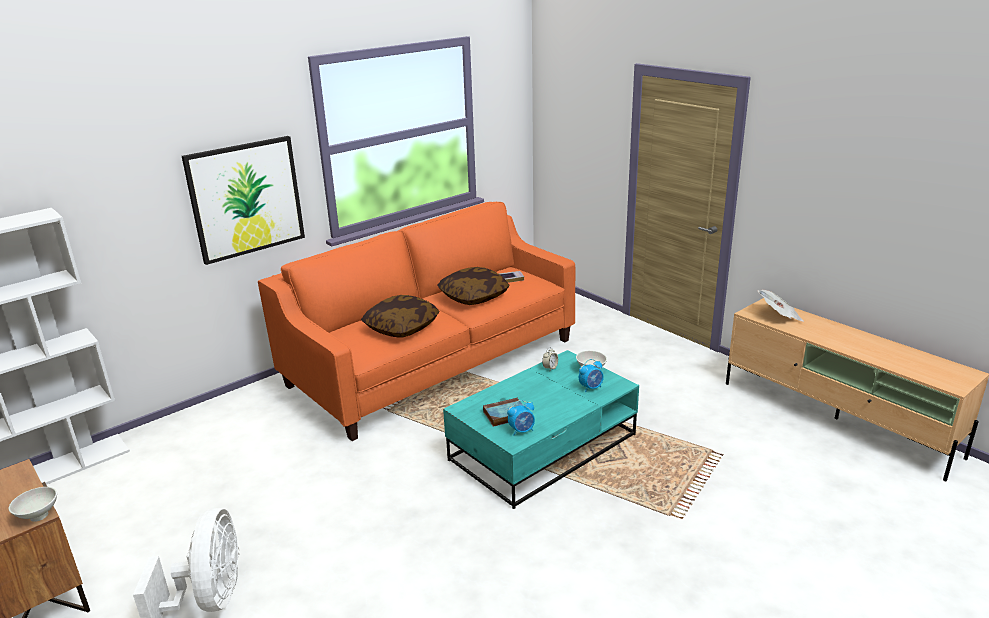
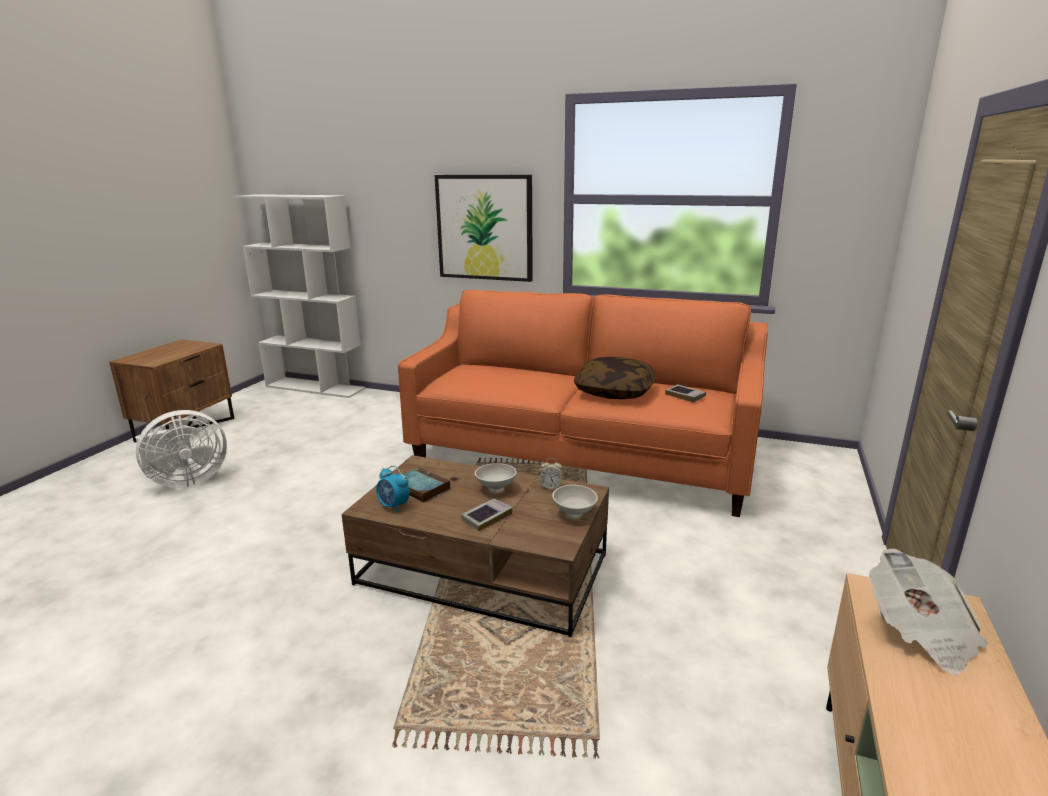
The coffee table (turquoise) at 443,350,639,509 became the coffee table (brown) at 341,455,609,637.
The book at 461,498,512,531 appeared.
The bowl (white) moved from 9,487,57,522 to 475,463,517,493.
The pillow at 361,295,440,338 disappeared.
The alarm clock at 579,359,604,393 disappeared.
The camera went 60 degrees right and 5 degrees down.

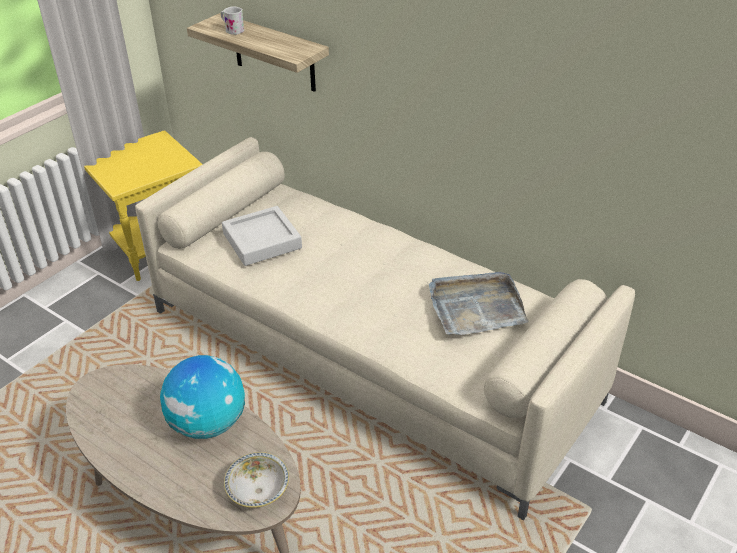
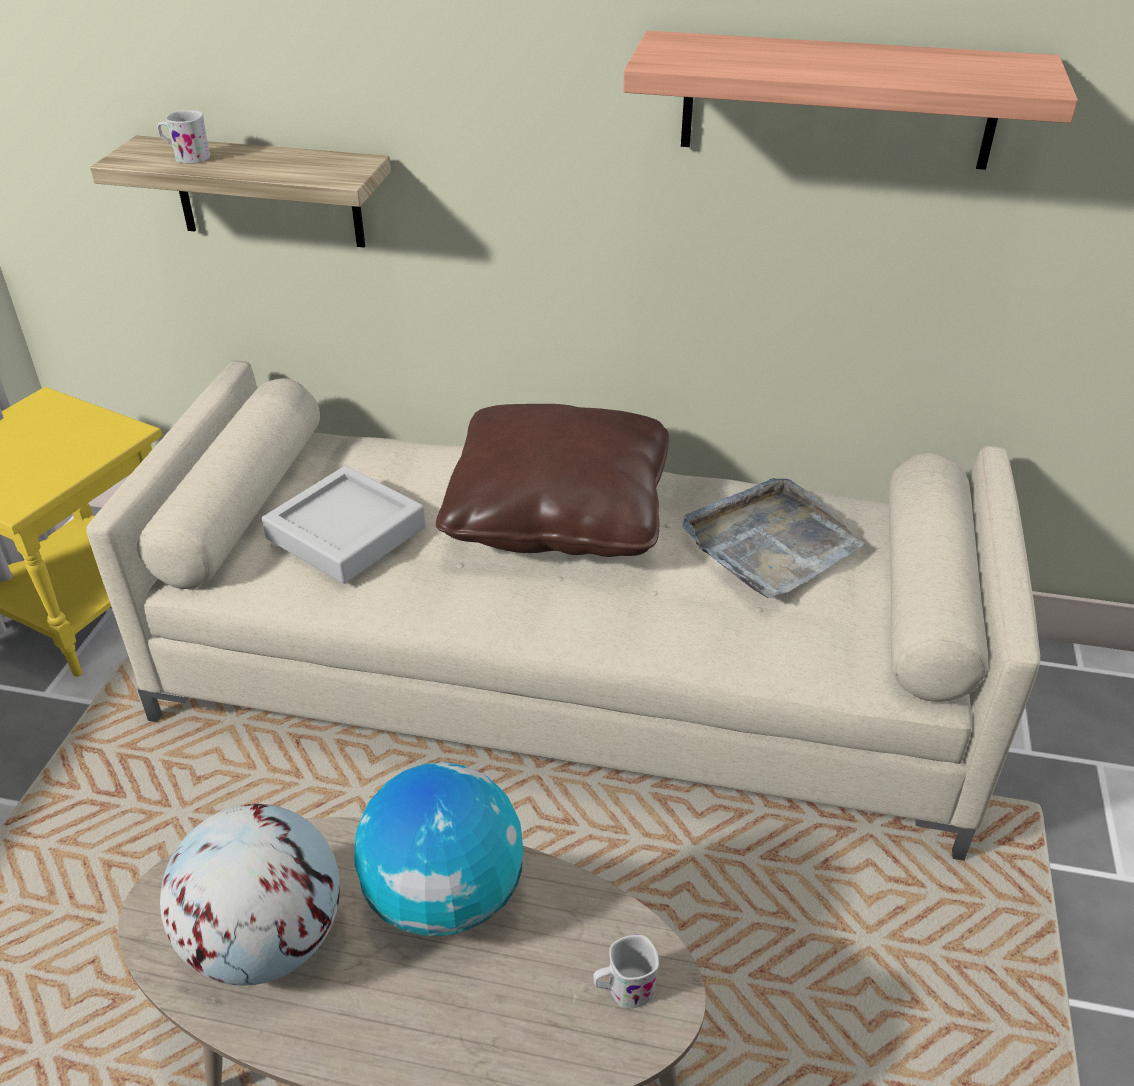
The globe at 160,804,340,986 appeared.
The pillow (brown) at 436,404,669,557 appeared.
The bowl at 224,452,289,508 was replaced by the mug (white) at 593,935,659,1008.
The shelf at 623,31,1078,170 appeared.
The camera went 25 degrees left and 0 degrees up.

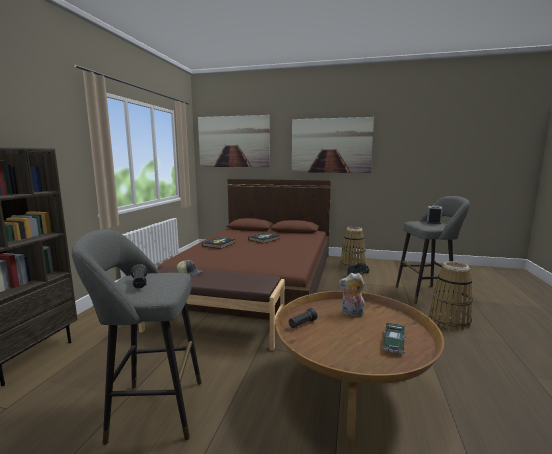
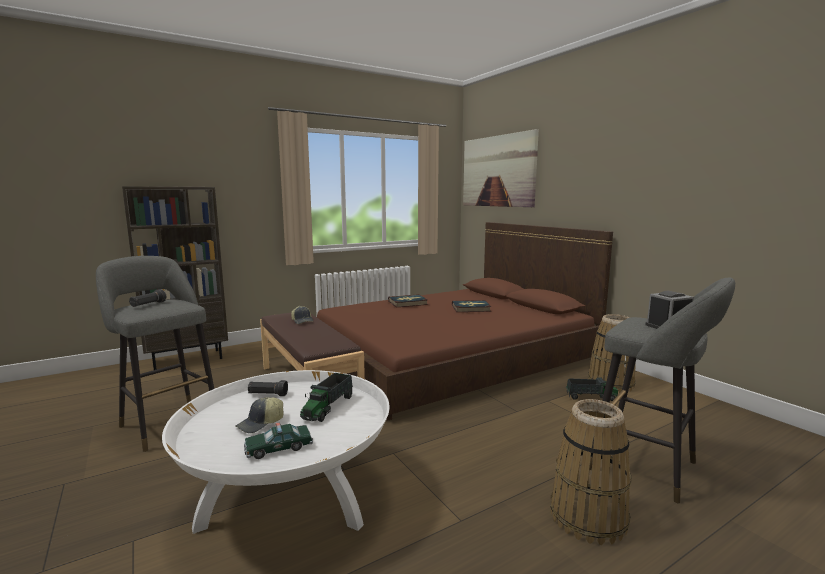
The coffee table (brown) at 275,291,444,445 became the coffee table (white) at 162,370,390,534.
The cap at 236,397,284,433 appeared.
The plush toy at 339,273,365,317 was replaced by the toy truck at 300,373,353,422.
The picture at 292,117,374,173 disappeared.
The camera went 45 degrees right and 0 degrees up.

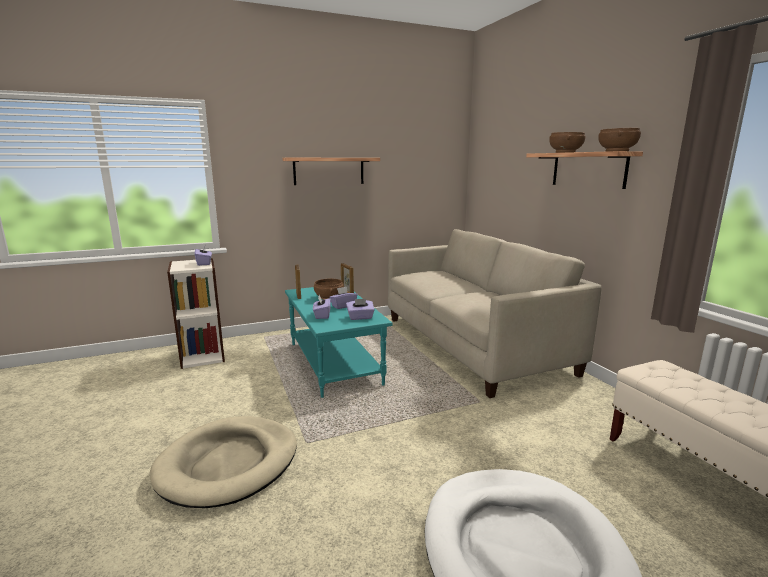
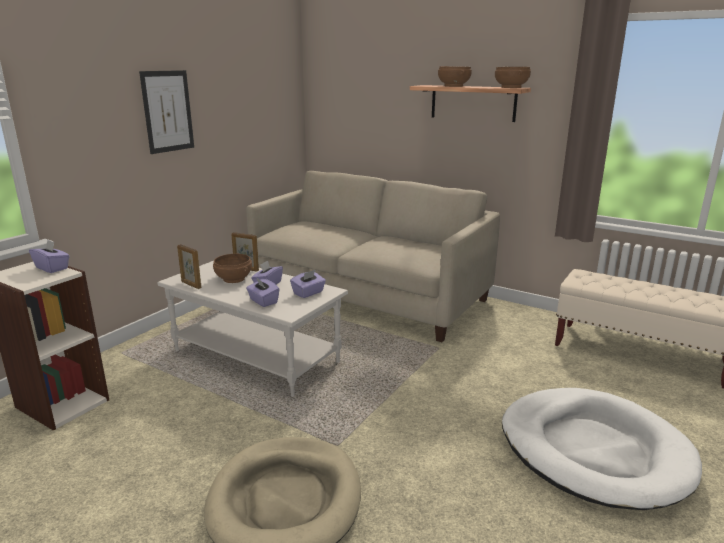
The shelf at 283,157,380,185 was replaced by the picture at 139,70,194,154.
The coffee table (turquoise) at 285,287,392,398 became the coffee table (white) at 157,261,348,397.
The camera went 35 degrees left and 5 degrees up.

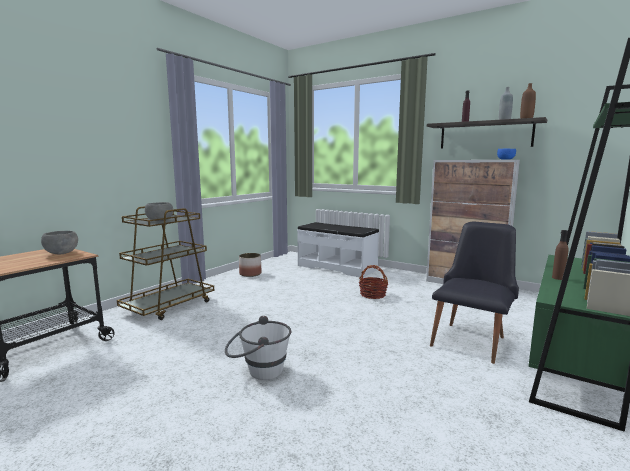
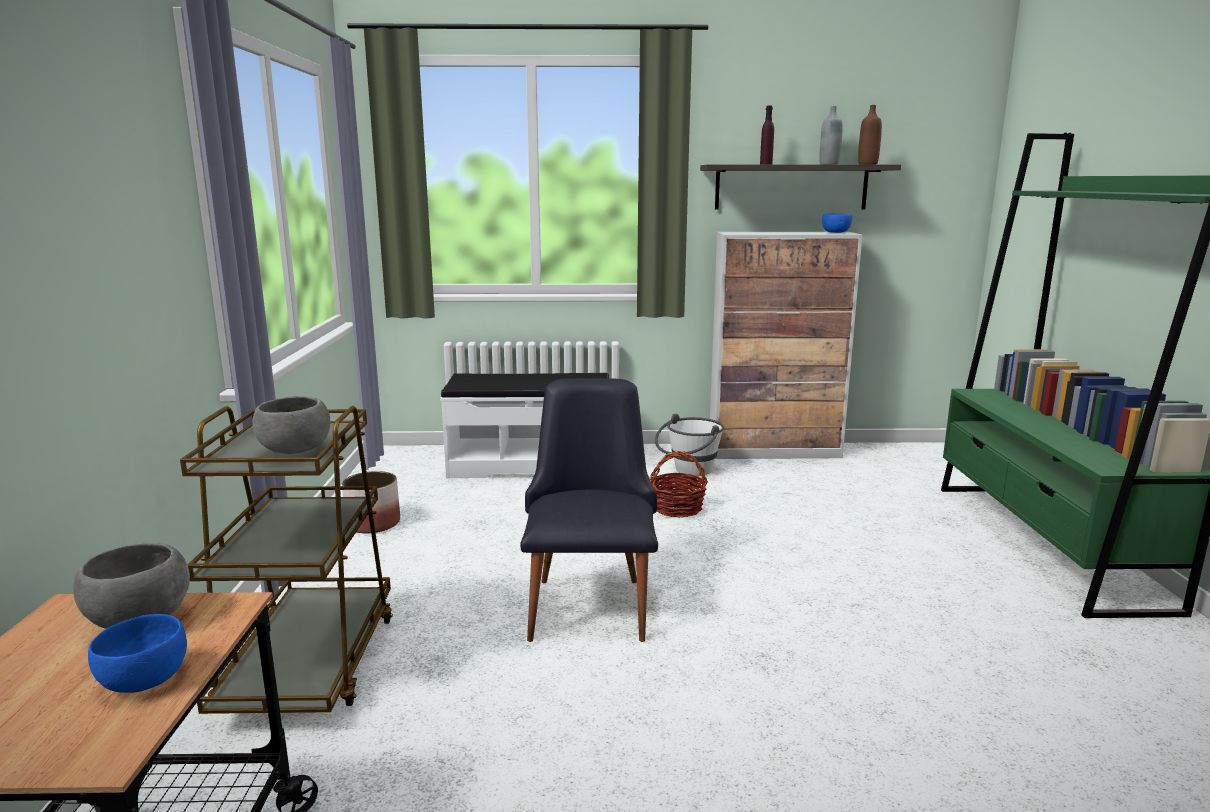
The bowl (blue) at 88,614,187,693 appeared.
The chair (black) moved from 430,222,519,364 to 520,378,658,642.
The bucket (white) moved from 225,316,291,380 to 655,413,724,476.
The bottle (brown) at 552,230,568,280 disappeared.
The camera went 35 degrees left and 5 degrees up.

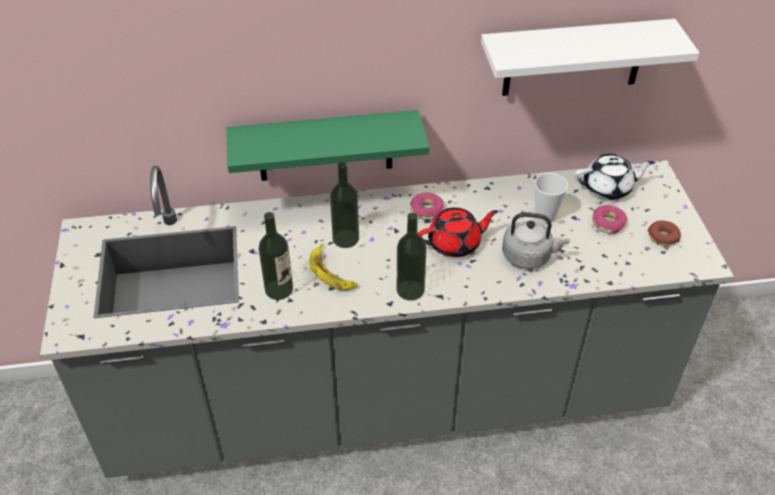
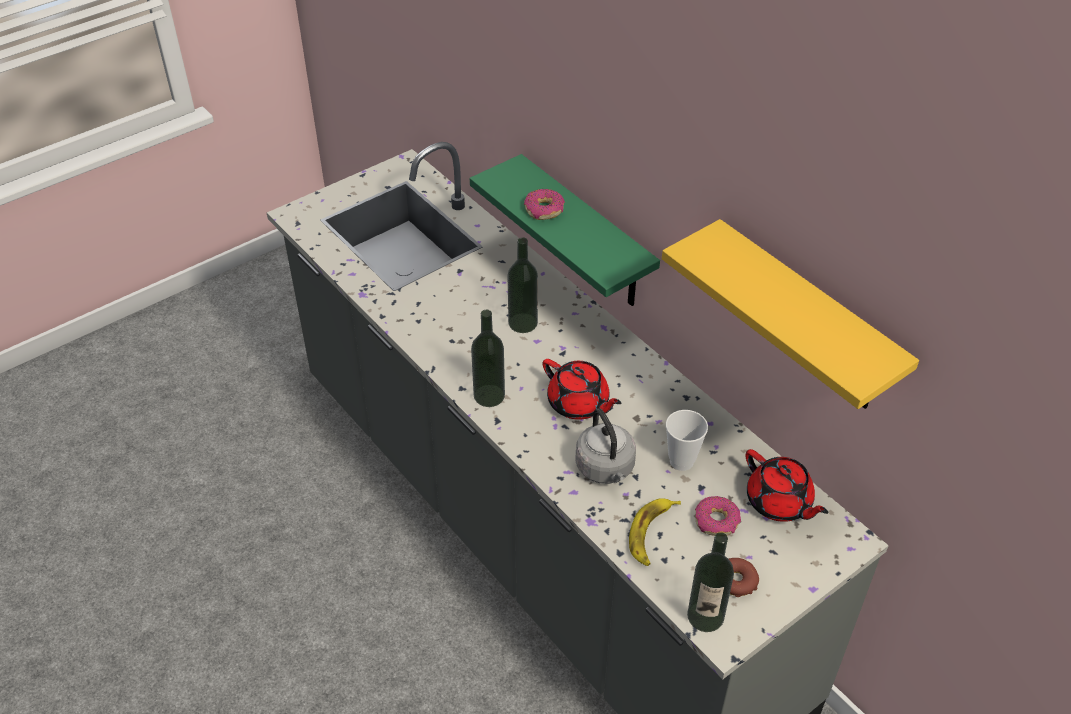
The donut moved from 410,193,444,220 to 524,189,565,220.
The banana moved from 310,243,358,290 to 629,498,681,566.
The shelf (white) at 481,19,700,96 became the shelf (yellow) at 662,219,919,409.
The bottle moved from 259,212,293,300 to 687,532,734,632.
The teapot (white) at 574,154,654,200 became the teapot (red) at 746,449,828,522.
The camera went 60 degrees right and 0 degrees up.

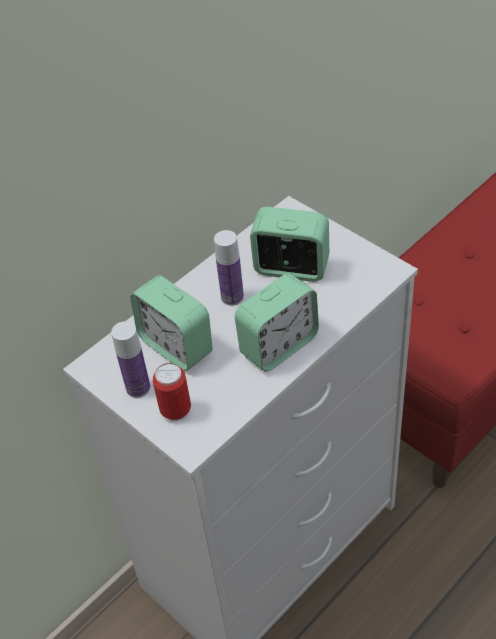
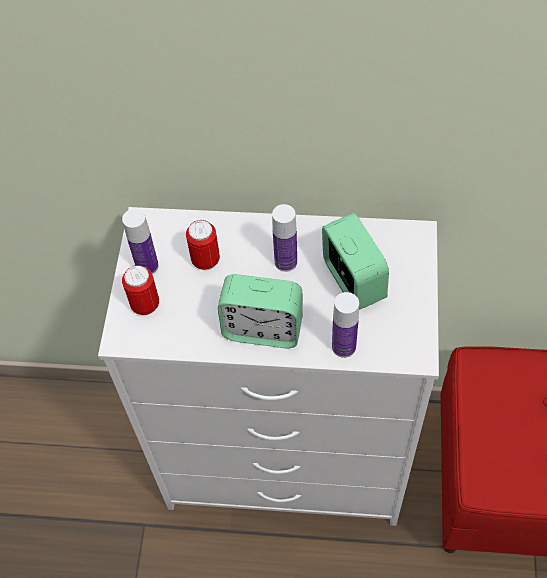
The alarm clock at 130,276,213,371 was replaced by the can at 186,220,220,270.
The bottle at 332,292,359,358 appeared.
The camera went 50 degrees right and 10 degrees up.

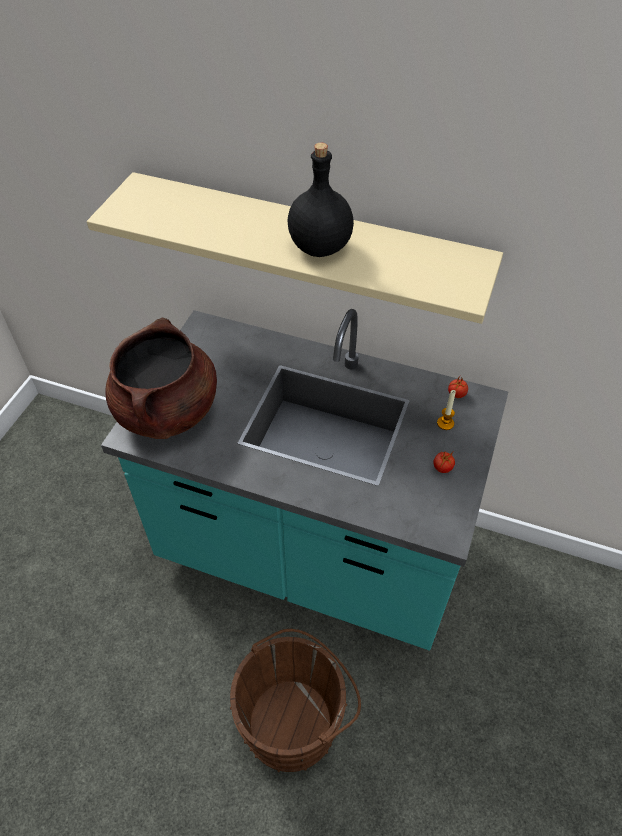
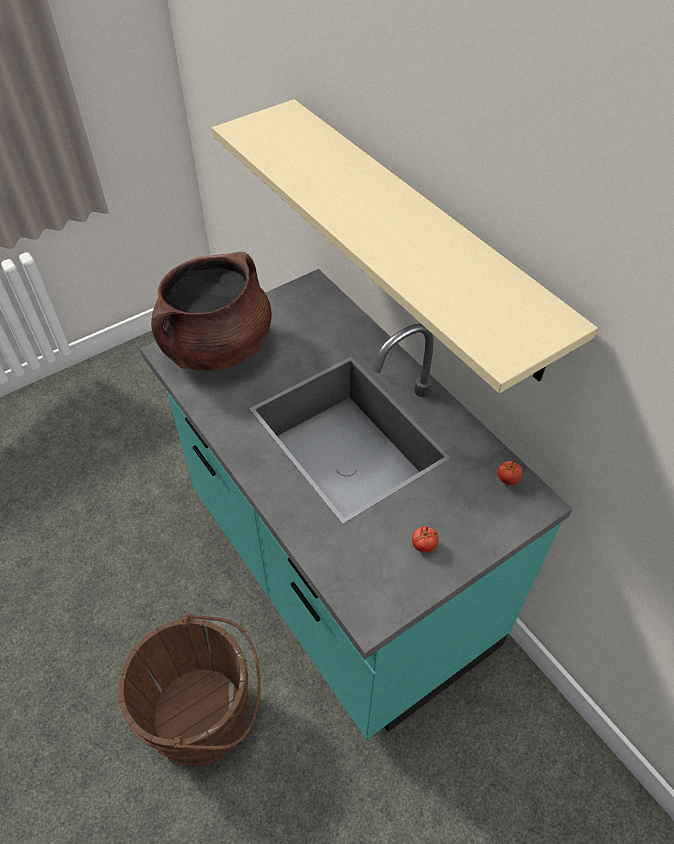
The bottle (black) at 288,143,354,257 disappeared.
The candle at 437,390,456,430 disappeared.
The camera went 35 degrees right and 0 degrees up.

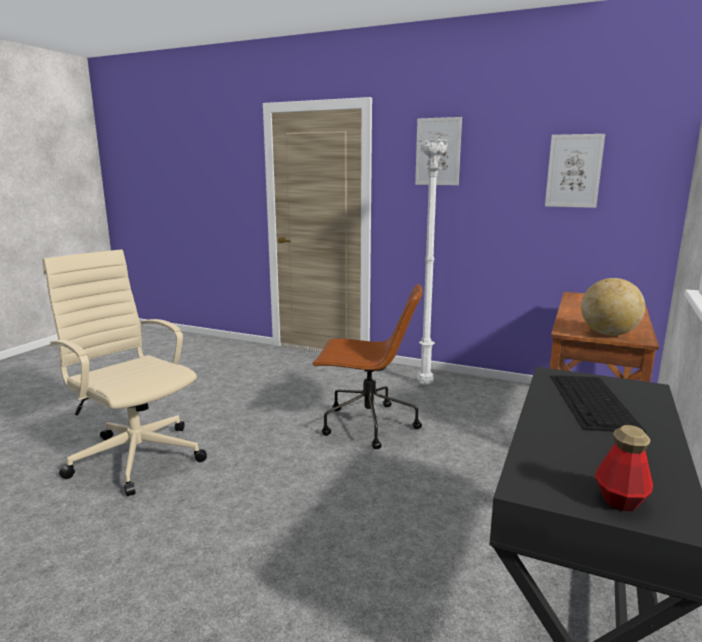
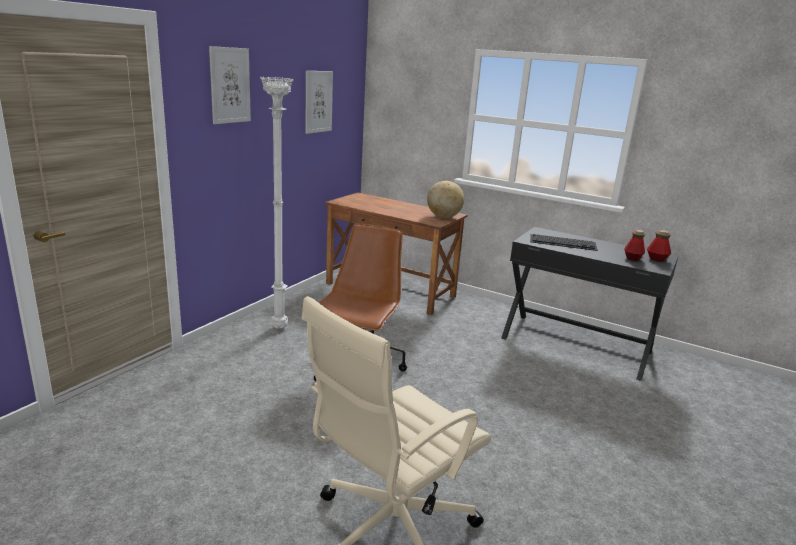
The bottle at 624,230,646,261 appeared.
The camera went 85 degrees left and 5 degrees up.

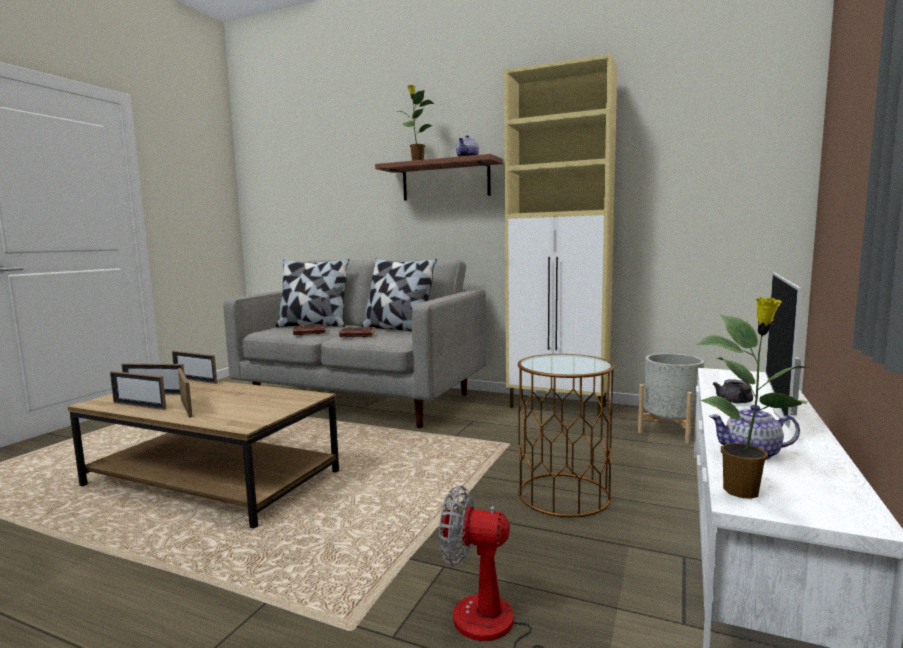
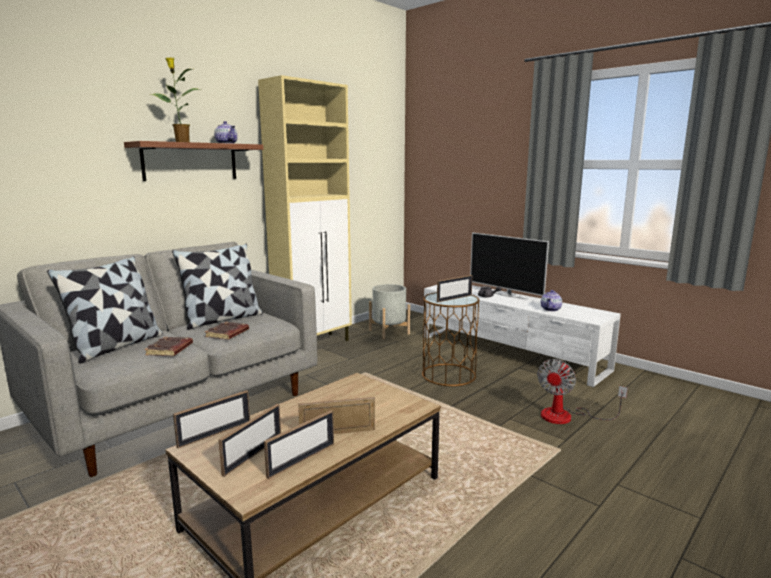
The picture frame at 437,275,472,302 appeared.
The potted plant at 697,297,810,499 disappeared.
The camera went 70 degrees left and 5 degrees up.

